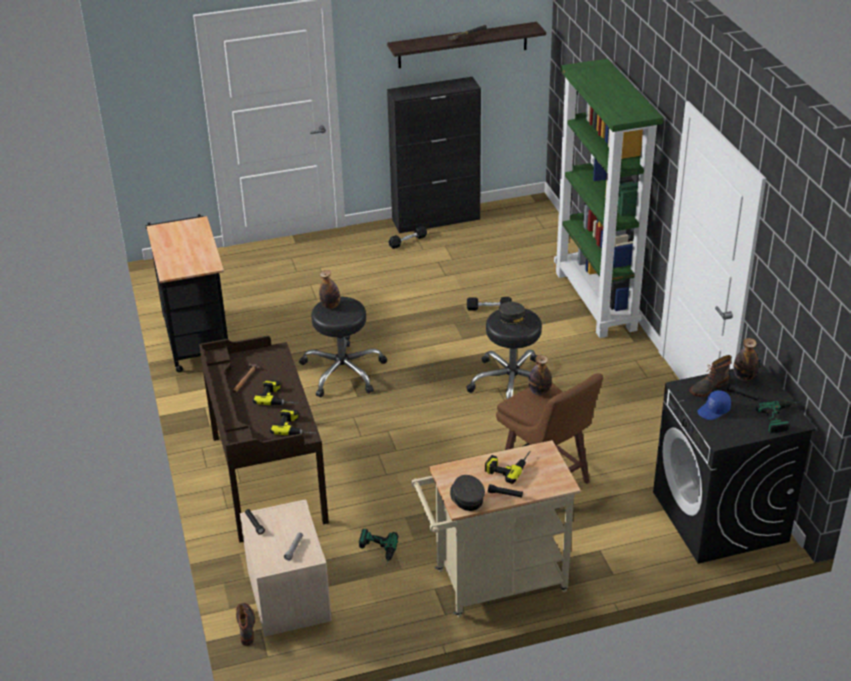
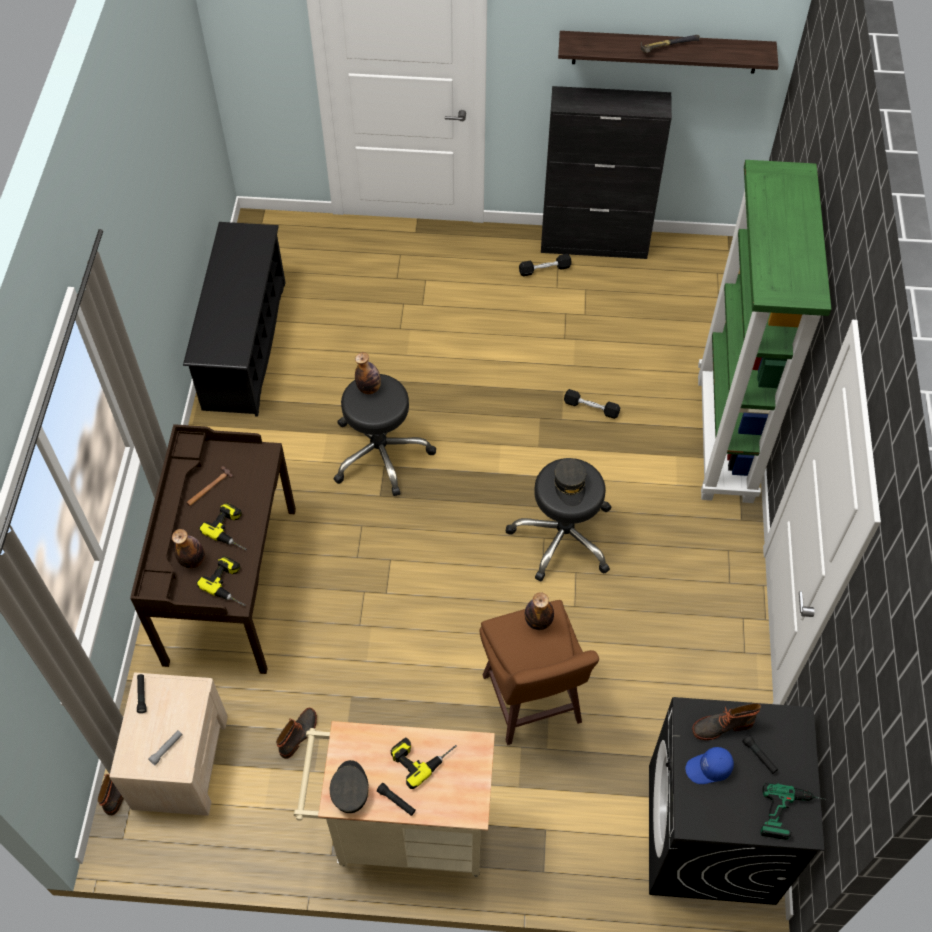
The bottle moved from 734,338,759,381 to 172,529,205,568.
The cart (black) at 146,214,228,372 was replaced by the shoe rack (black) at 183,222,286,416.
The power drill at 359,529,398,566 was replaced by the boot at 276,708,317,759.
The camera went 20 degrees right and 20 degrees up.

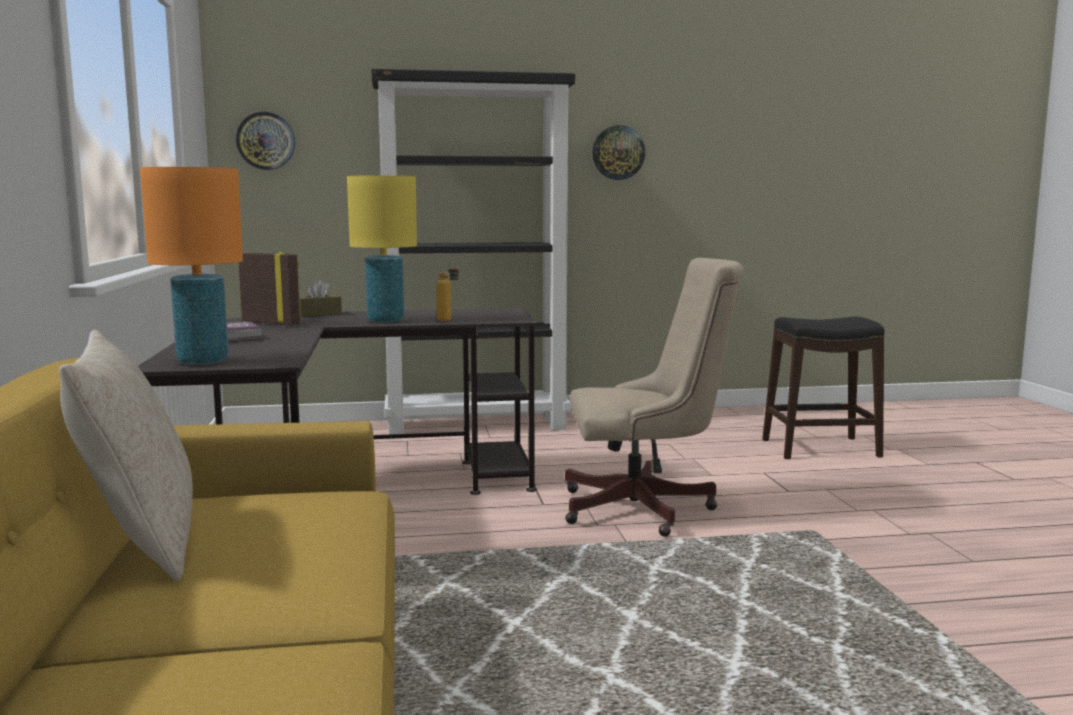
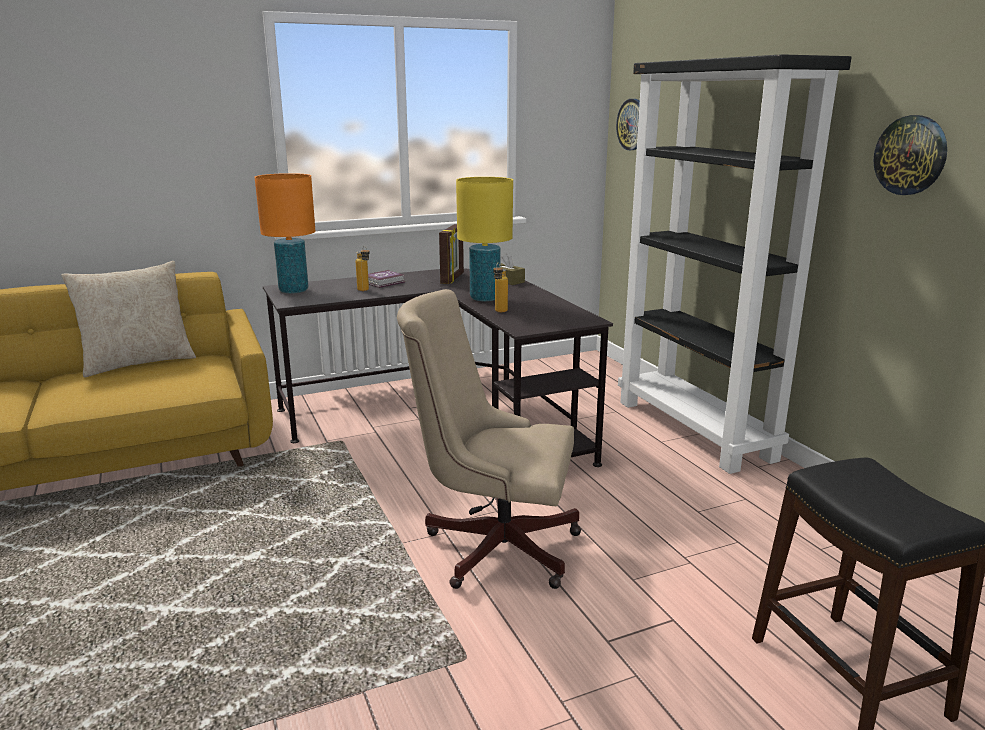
The bottle at 356,245,370,291 appeared.
The office chair (beige) at 565,258,744,537 turned 120 degrees clockwise.
The camera went 75 degrees right and 10 degrees up.

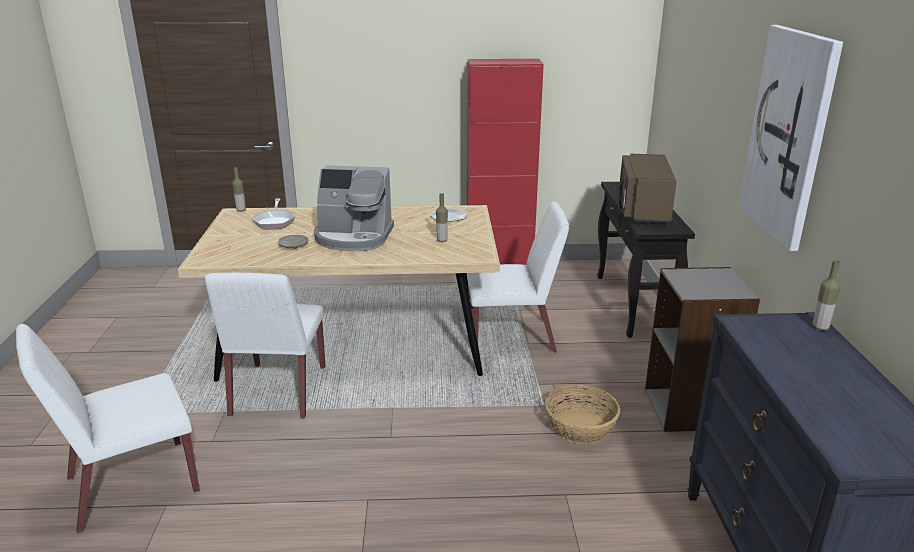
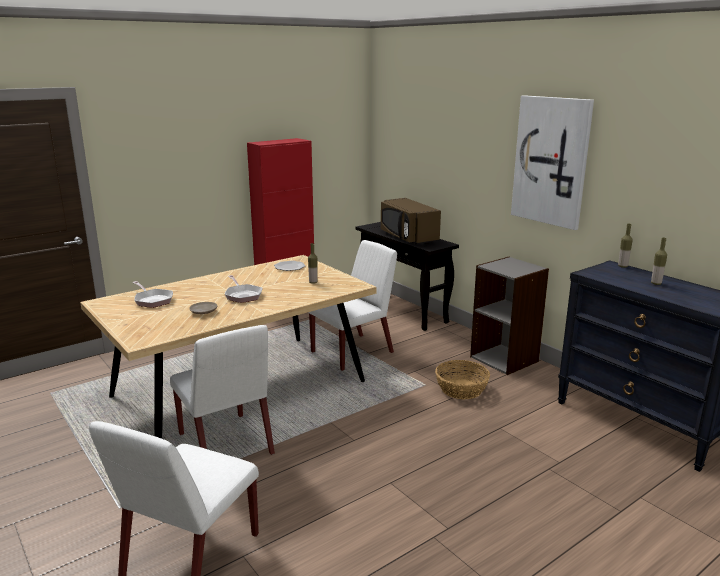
The coffee machine at 314,165,394,251 was replaced by the frying pan at 225,275,263,303.
The bottle moved from 232,167,246,212 to 651,238,667,285.
The camera went 35 degrees left and 5 degrees down.

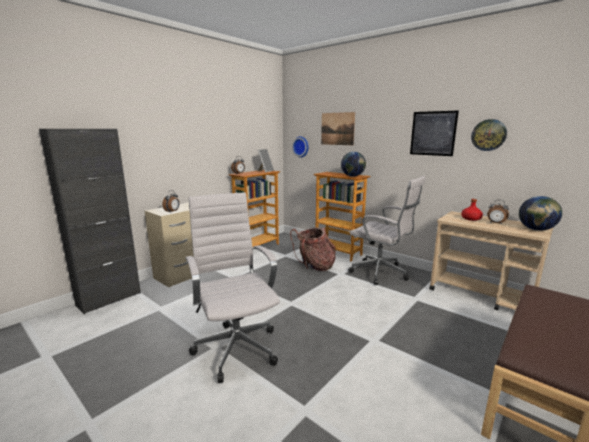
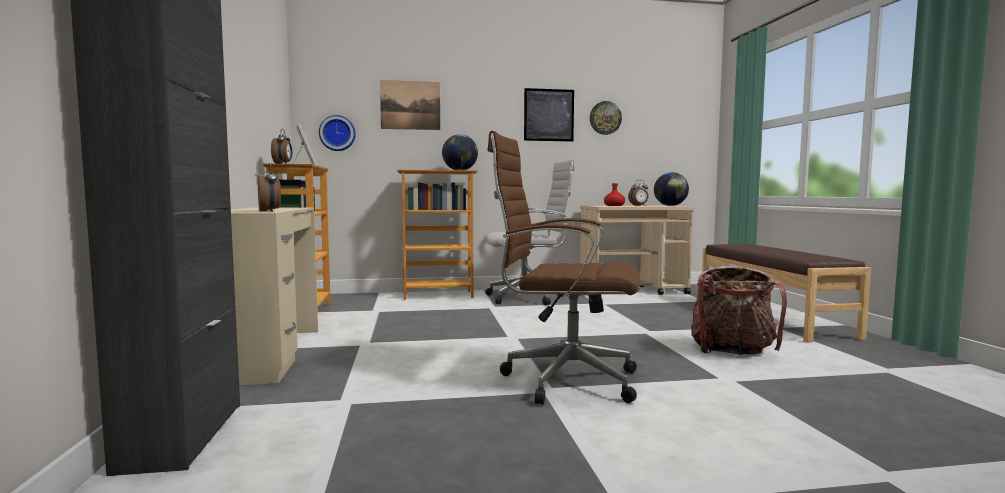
The office chair (white) at 186,192,280,383 became the office chair (brown) at 487,131,640,405.
The backpack moved from 290,227,336,271 to 691,264,787,355.
The camera went 50 degrees left and 10 degrees down.

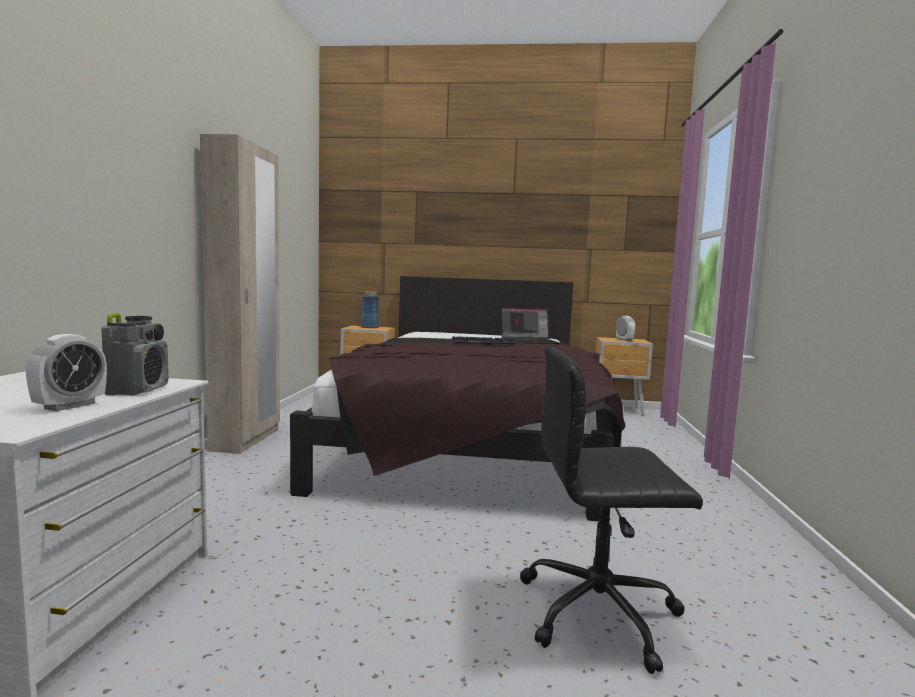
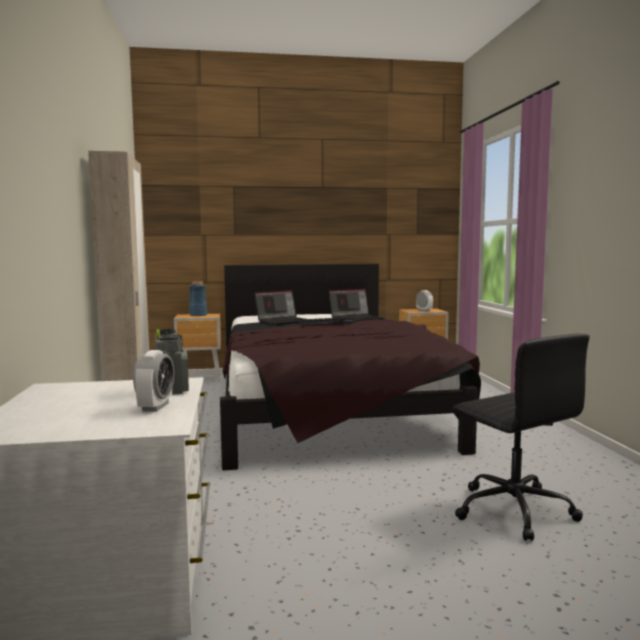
The laptop at 254,290,305,325 appeared.
The office chair (black) at 520,347,703,674 turned 105 degrees counterclockwise.
The camera went 15 degrees left and 0 degrees up.

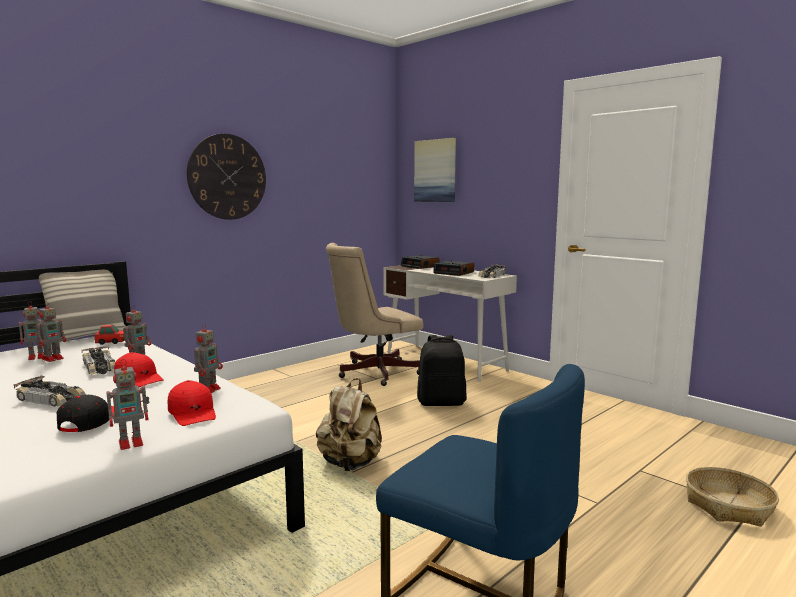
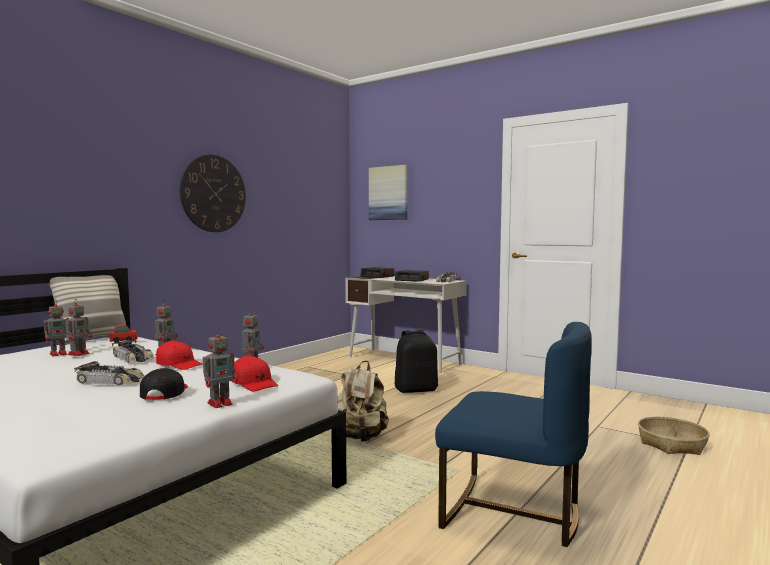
The office chair (beige) at 326,243,423,386 disappeared.
The camera went 10 degrees left and 5 degrees down.

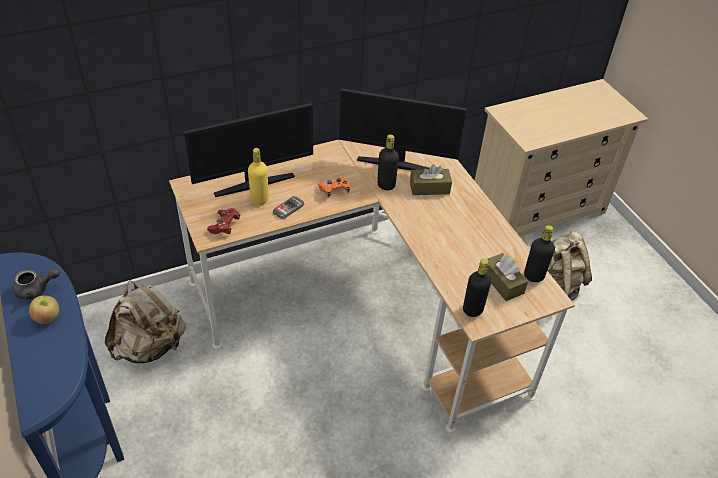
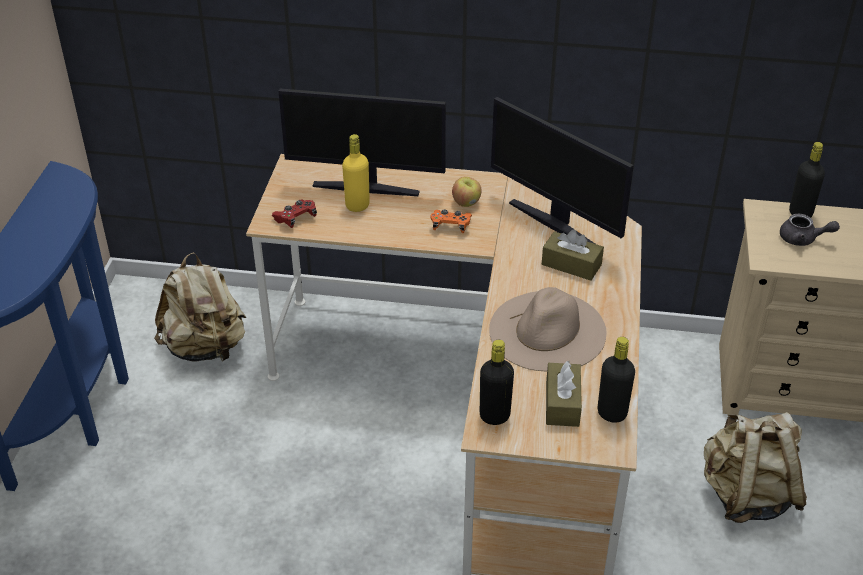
The apple moved from 29,295,59,324 to 452,177,482,207.
The hat (beige) at 489,287,606,371 appeared.
The teapot (grey) moved from 12,268,60,300 to 780,214,840,246.
The bottle (black) moved from 377,134,399,190 to 789,142,825,218.
The phone at 273,196,304,219 disappeared.
The camera went 35 degrees right and 5 degrees down.

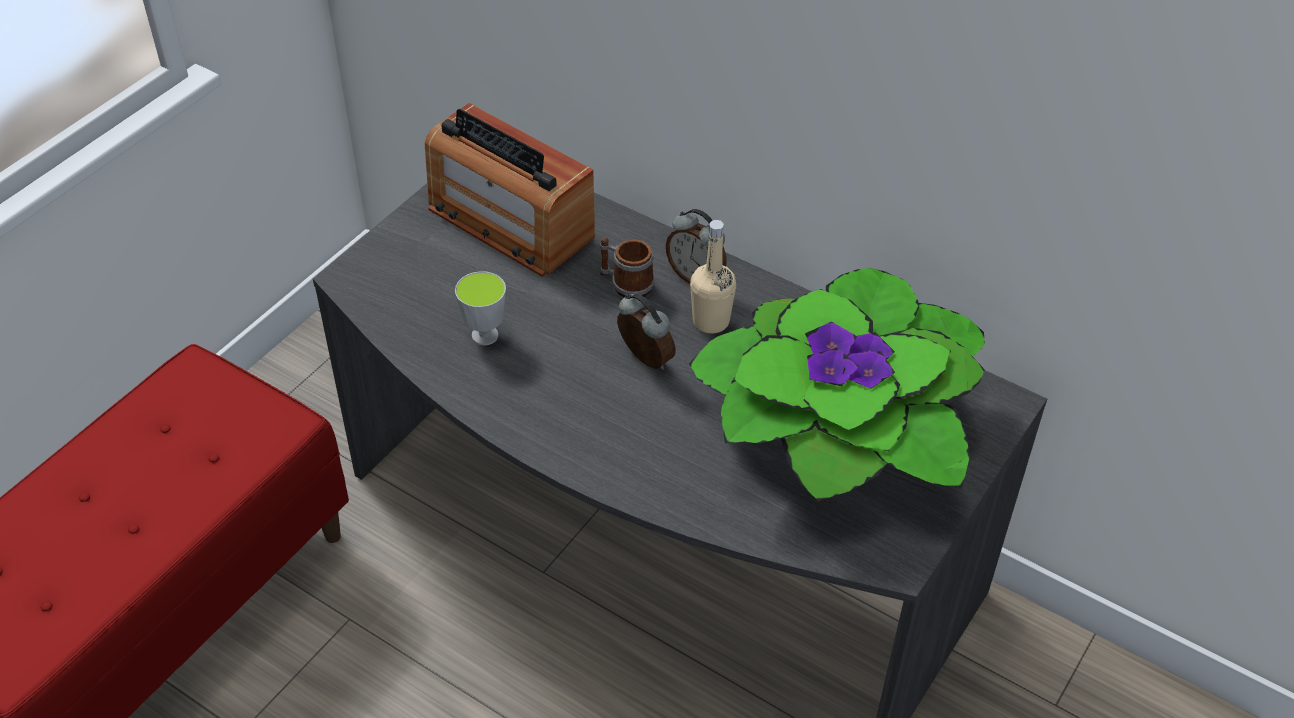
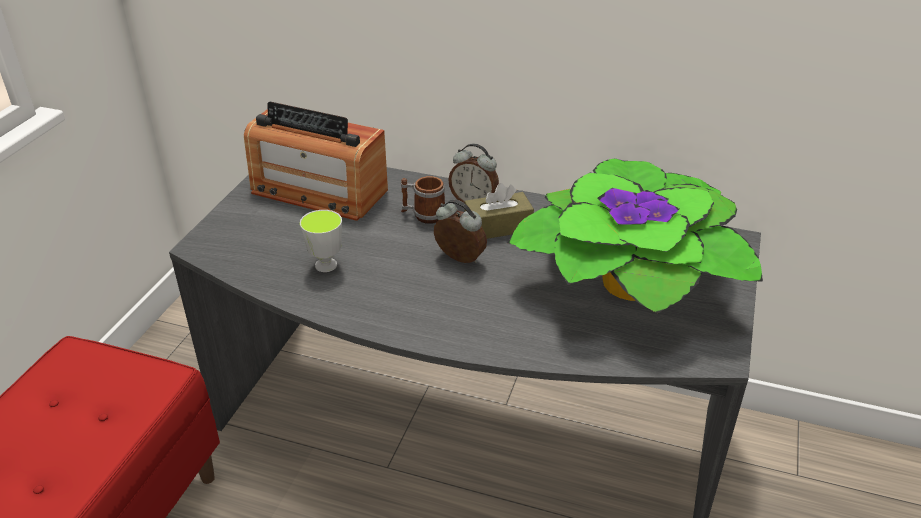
The bottle (beige) at 690,220,736,334 was replaced by the tissue box (brown) at 464,183,534,239.
The camera went 15 degrees left and 10 degrees down.

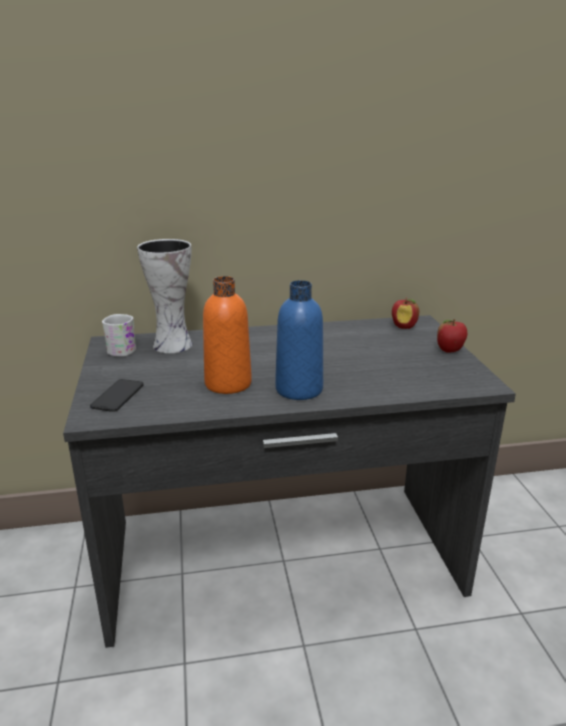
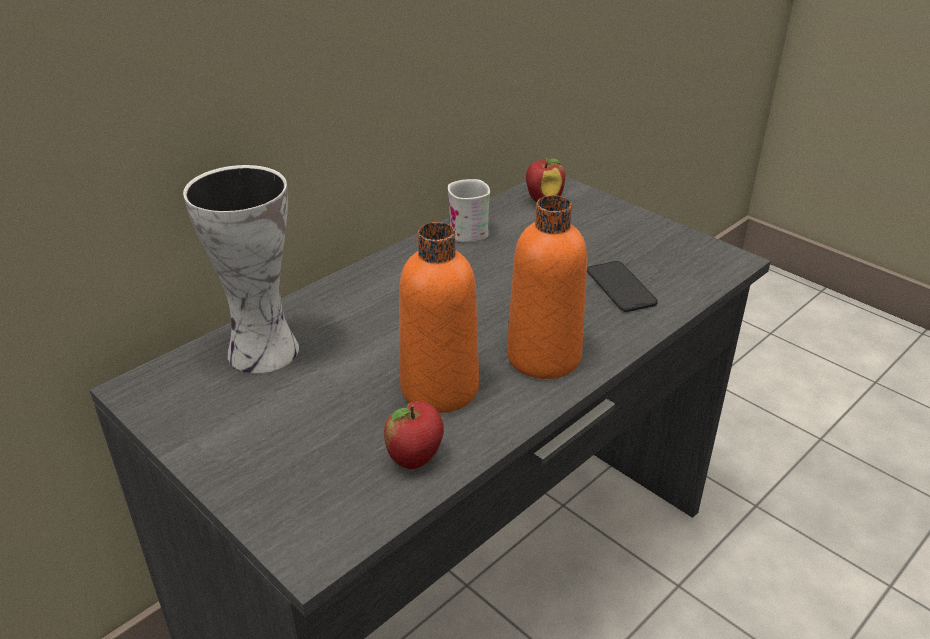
The apple moved from 437,319,467,353 to 384,401,444,469.
The mug (white) moved from 102,314,136,357 to 448,179,490,242.
The bottle (blue) at 275,280,323,400 became the bottle (orange) at 507,195,587,379.
The phone moved from 90,379,144,412 to 587,261,658,312.
The camera went 35 degrees left and 10 degrees up.

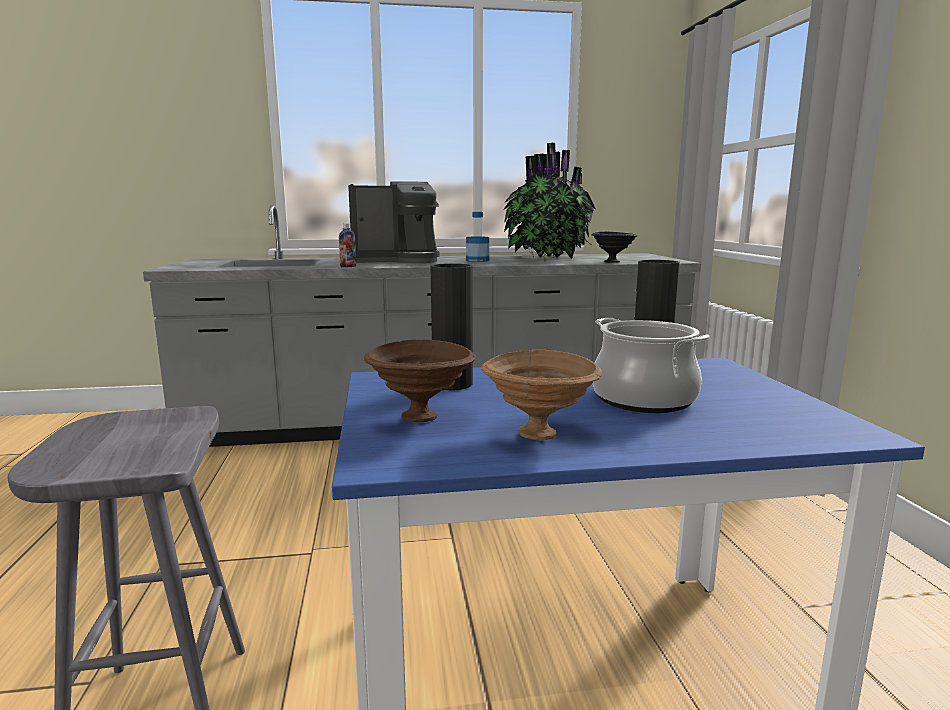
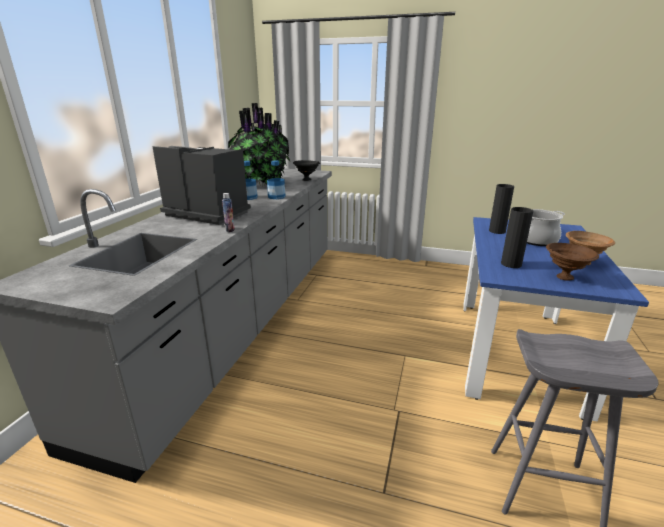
The coffee machine at 348,181,440,263 turned 75 degrees counterclockwise.
The bottle at 267,160,286,199 appeared.
The camera went 65 degrees left and 10 degrees up.

